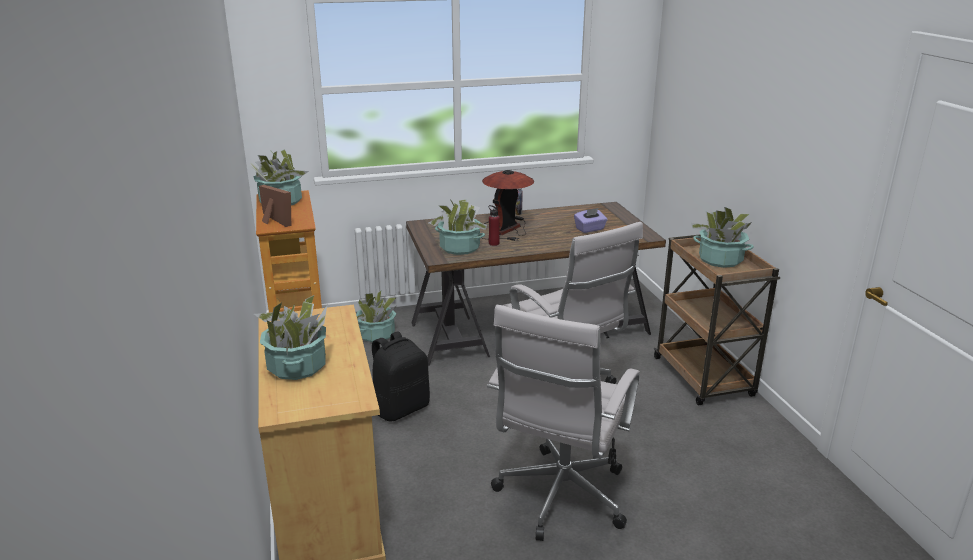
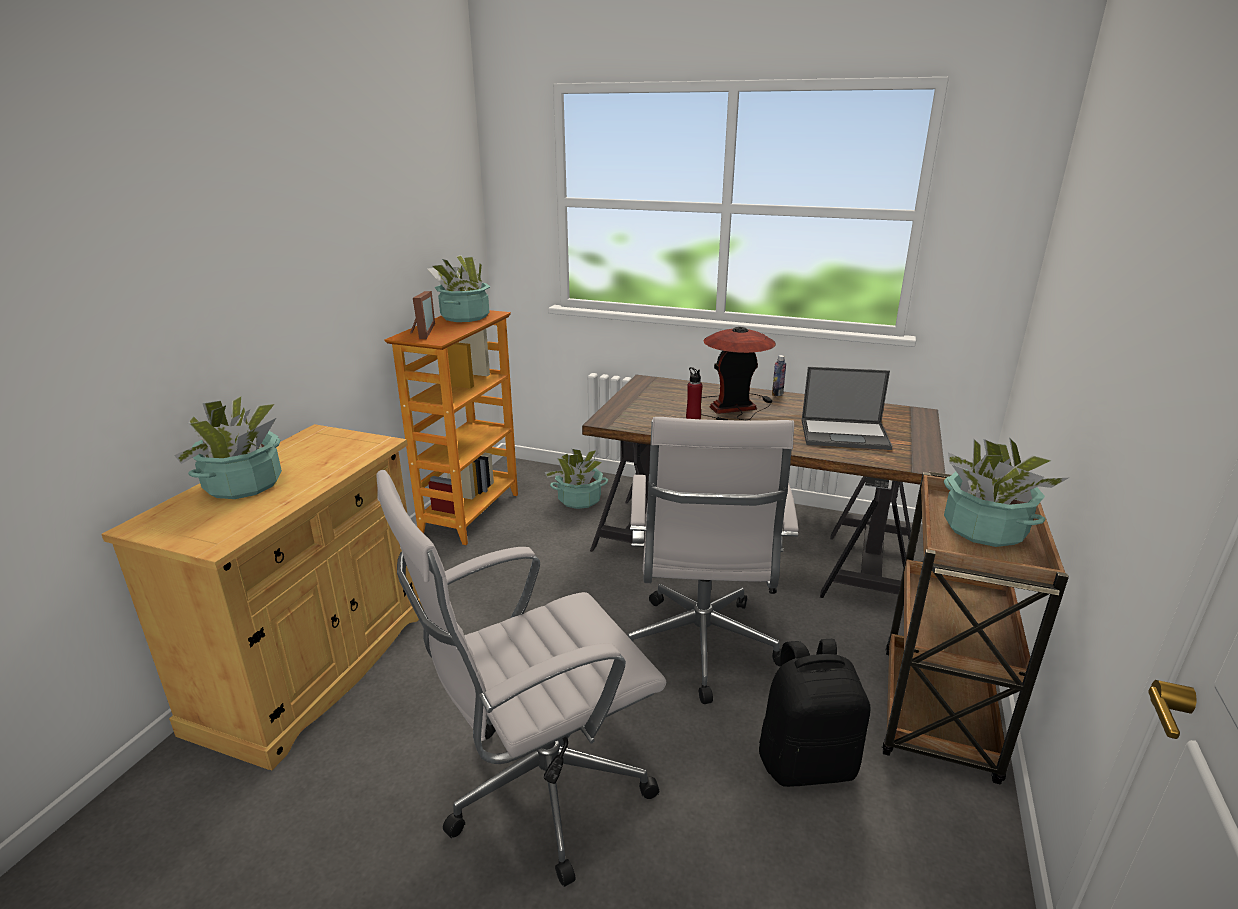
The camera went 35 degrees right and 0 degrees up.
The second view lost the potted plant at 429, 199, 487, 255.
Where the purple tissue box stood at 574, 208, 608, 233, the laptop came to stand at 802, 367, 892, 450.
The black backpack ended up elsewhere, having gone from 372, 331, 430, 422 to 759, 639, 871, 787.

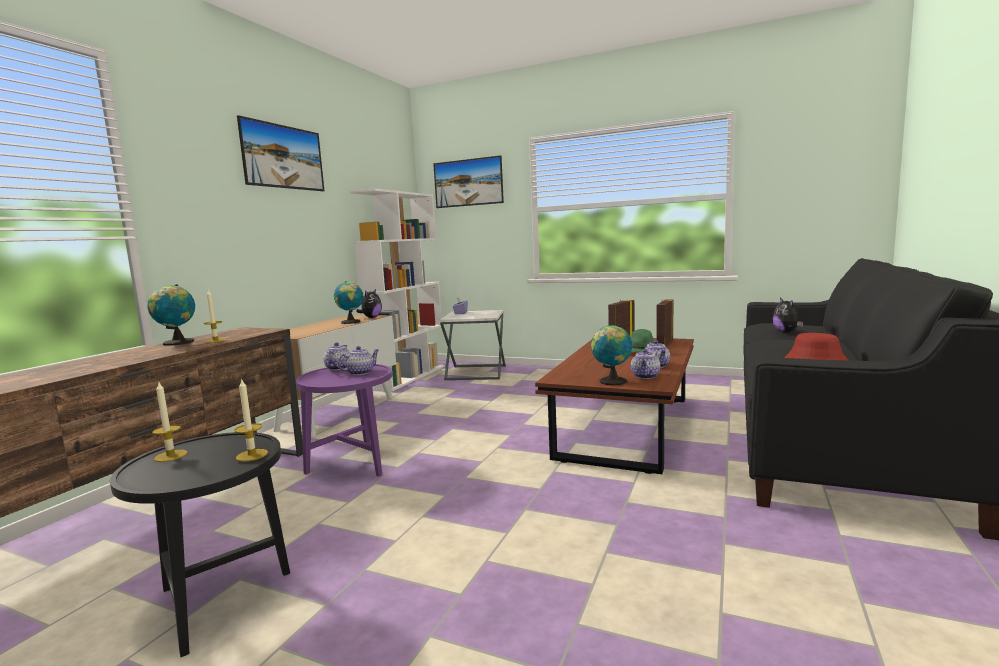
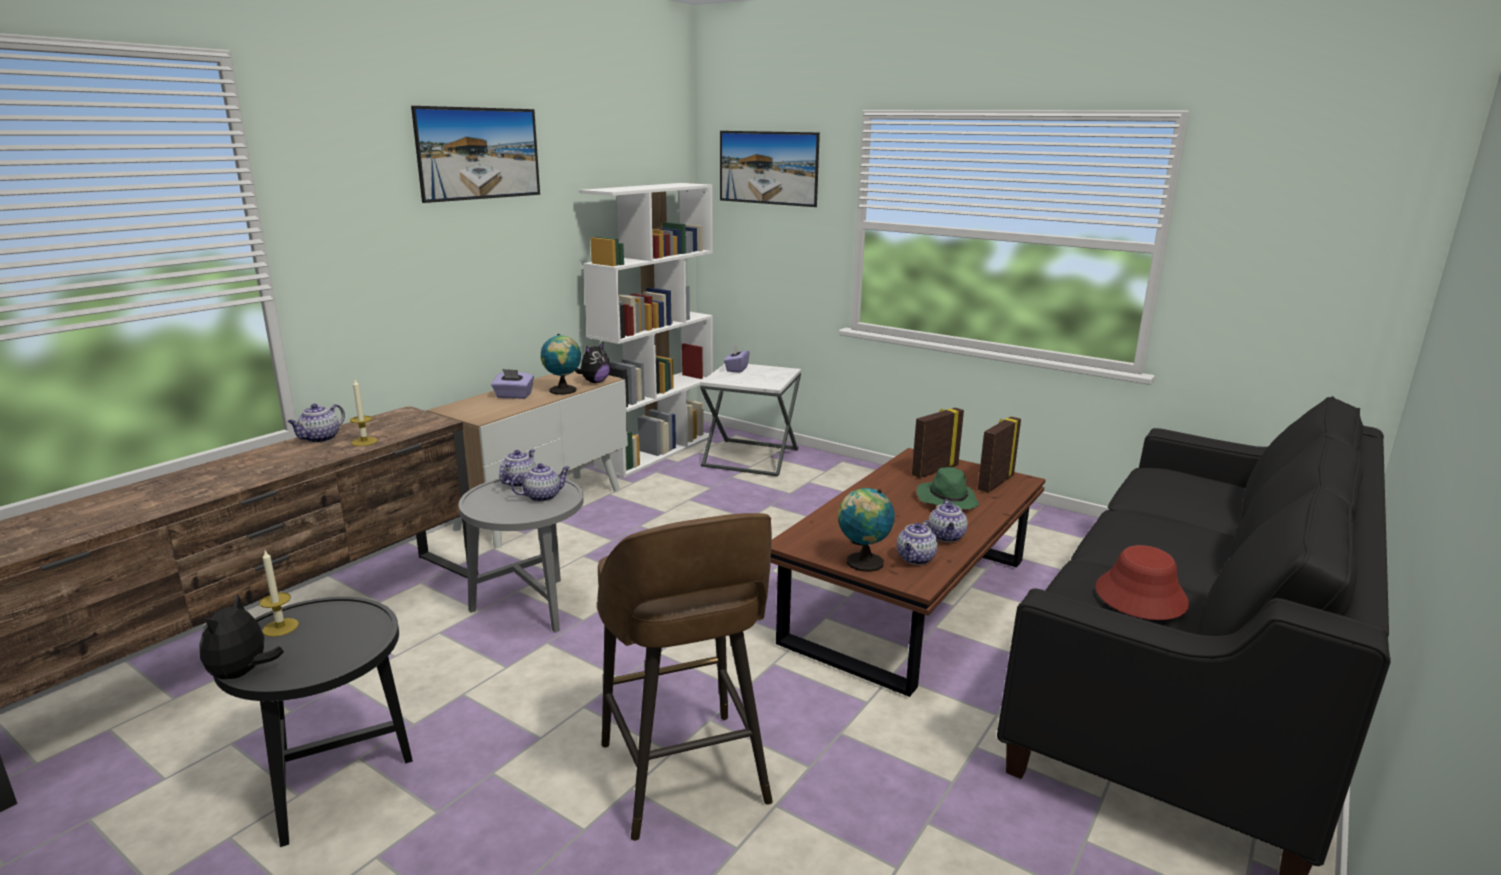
The camera went 10 degrees right and 10 degrees up.
Where the globe stood at 148, 284, 195, 346, the teapot came to stand at 287, 404, 345, 443.
The plush toy ended up elsewhere, having gone from 773, 298, 803, 333 to 199, 594, 284, 679.
What was the purple side table at 296, 364, 392, 477 turned into the grey side table at 459, 478, 584, 633.
The second view lost the candle at 234, 378, 268, 462.
The second view gained the purple tissue box at 491, 369, 534, 399.
The second view gained the brown stool at 597, 513, 773, 841.

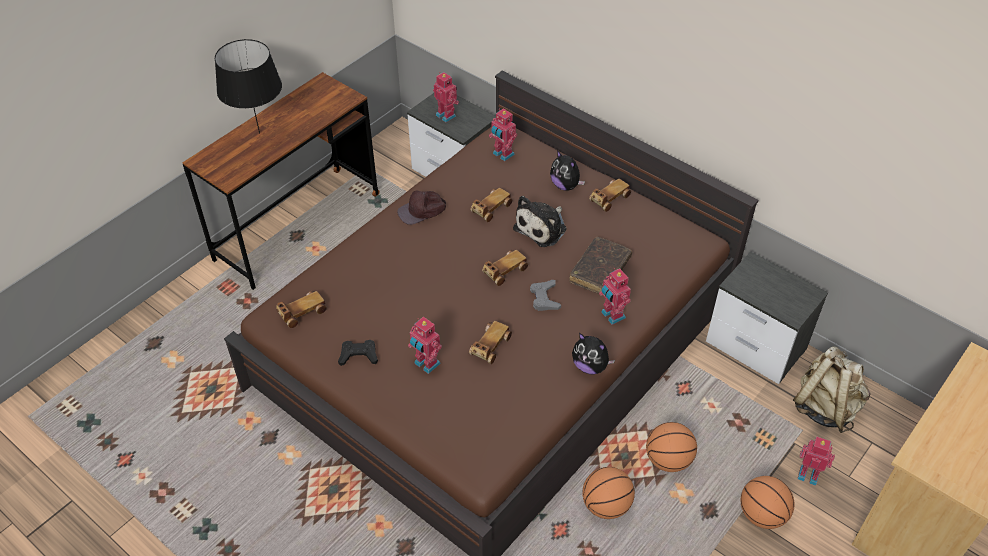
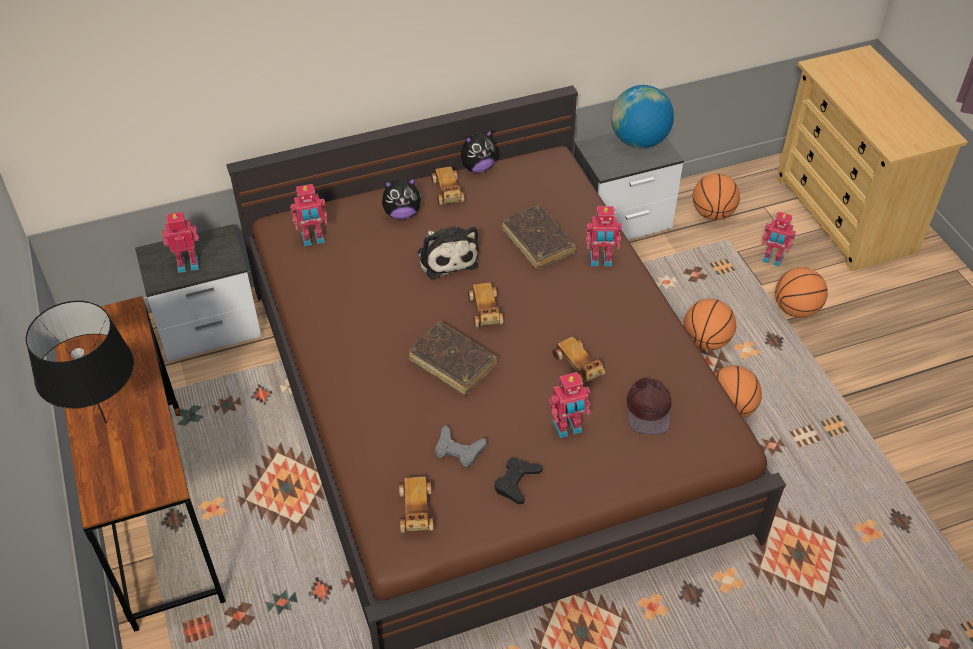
The camera went 60 degrees left and 0 degrees up.
The second view lost the toy car at 470, 188, 512, 222.
The brown cap ended up elsewhere, having gone from 397, 190, 446, 225 to 627, 378, 671, 435.
The grey game controller ended up elsewhere, having gone from 530, 280, 561, 311 to 435, 425, 486, 467.
The plush toy ended up elsewhere, having gone from 572, 333, 615, 374 to 461, 129, 497, 173.
Where the beige backpack stood at 793, 347, 871, 433, the basketball came to stand at 693, 173, 740, 220.
The toy robot at 797, 436, 835, 486 ended up facing another way, 120 degrees counterclockwise from before.
The second view gained the globe at 611, 85, 674, 148.
The second view gained the brown book at 409, 321, 497, 395.

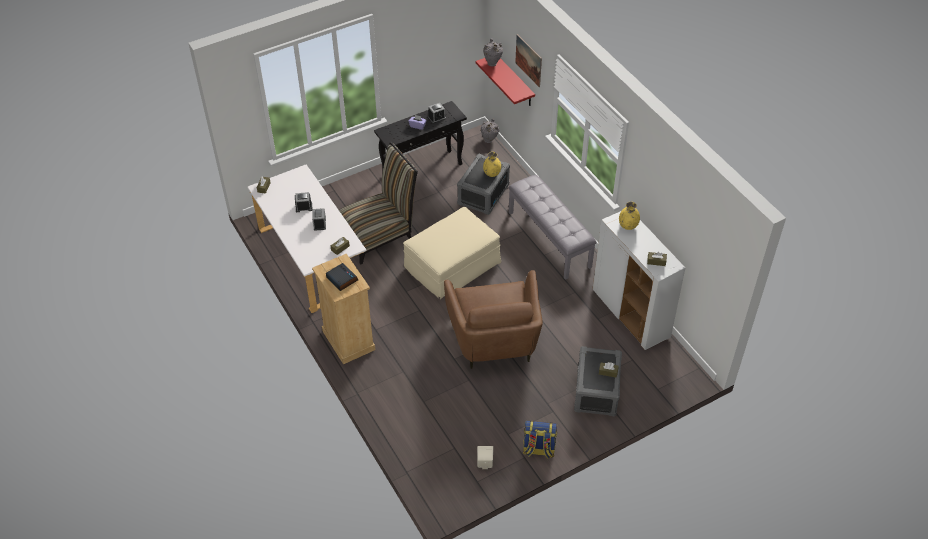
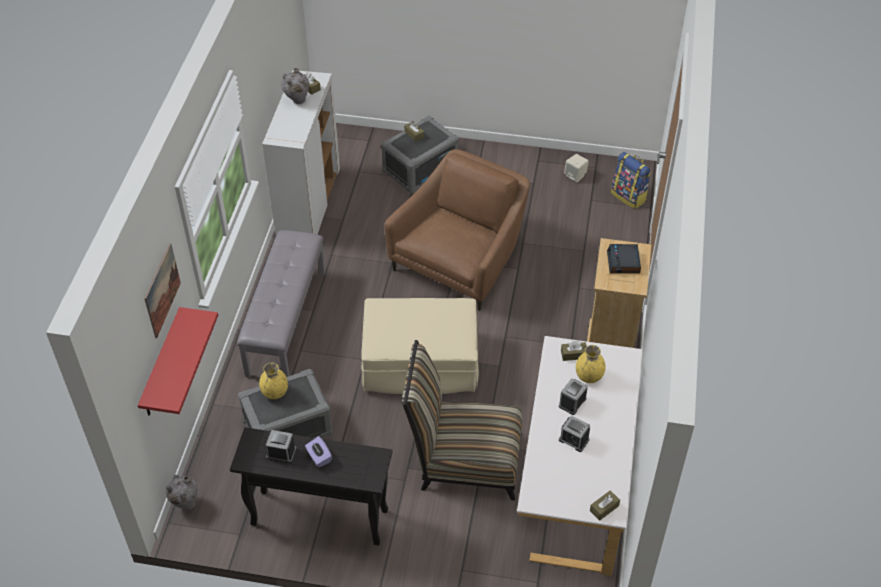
The camera went 140 degrees left and 0 degrees up.
The grey vase ended up elsewhere, having gone from 483, 38, 503, 66 to 281, 68, 309, 104.
The yellow vase ended up elsewhere, having gone from 619, 202, 640, 230 to 576, 345, 606, 383.
The backpack ended up elsewhere, having gone from 523, 421, 558, 459 to 611, 152, 651, 209.

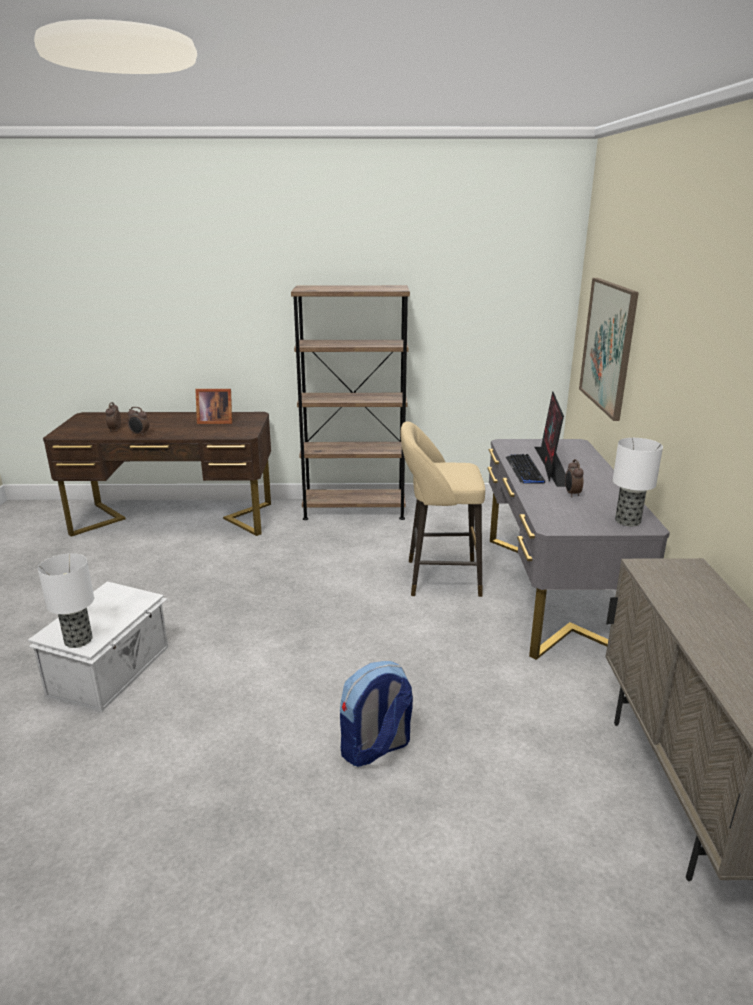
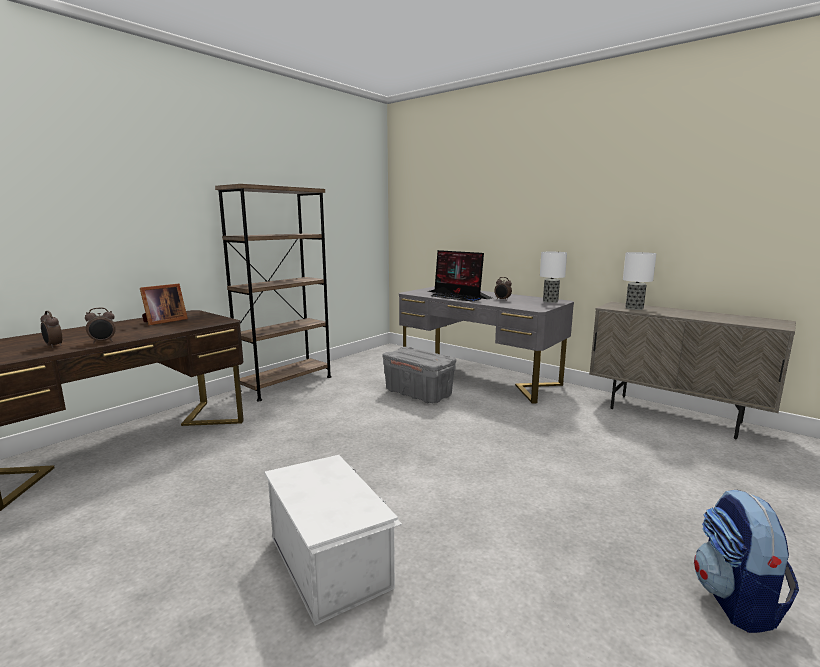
The camera went 50 degrees left and 10 degrees down.
The second view lost the picture at 579, 278, 639, 421.
Where the beige stool stood at 400, 421, 485, 597, the grey storage box came to stand at 383, 347, 456, 403.
The table lamp ended up elsewhere, having gone from 38, 553, 94, 648 to 623, 252, 656, 310.
The backpack ended up elsewhere, having gone from 340, 661, 413, 767 to 694, 490, 799, 633.

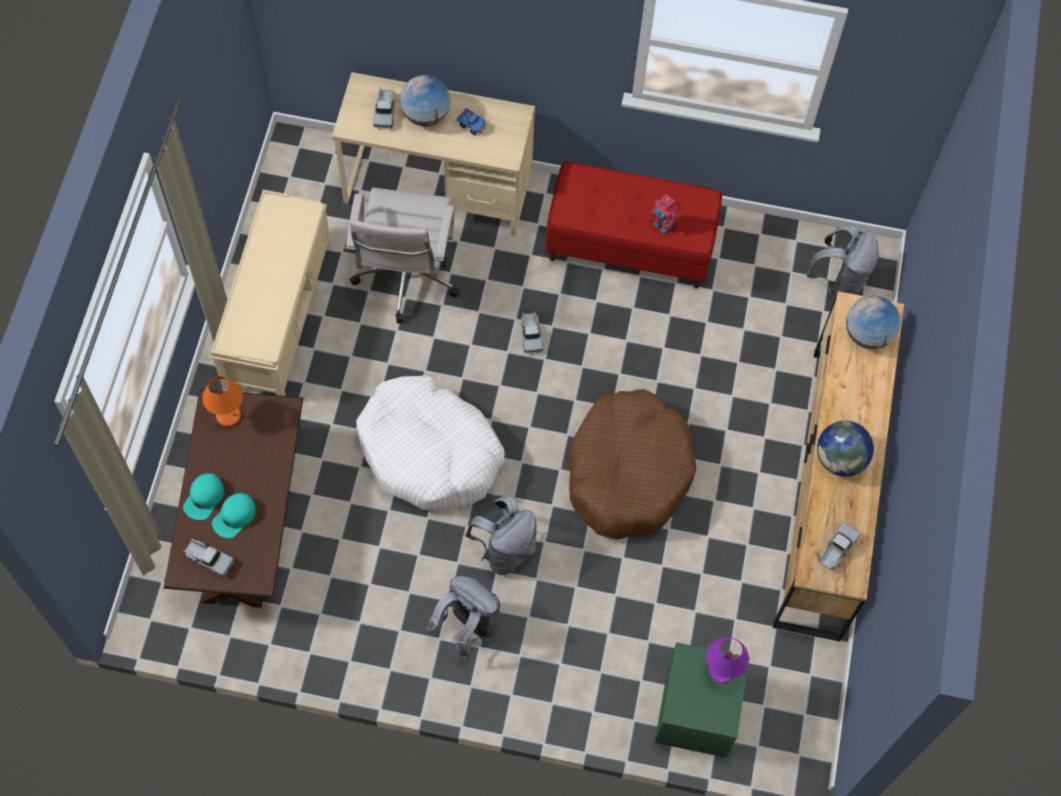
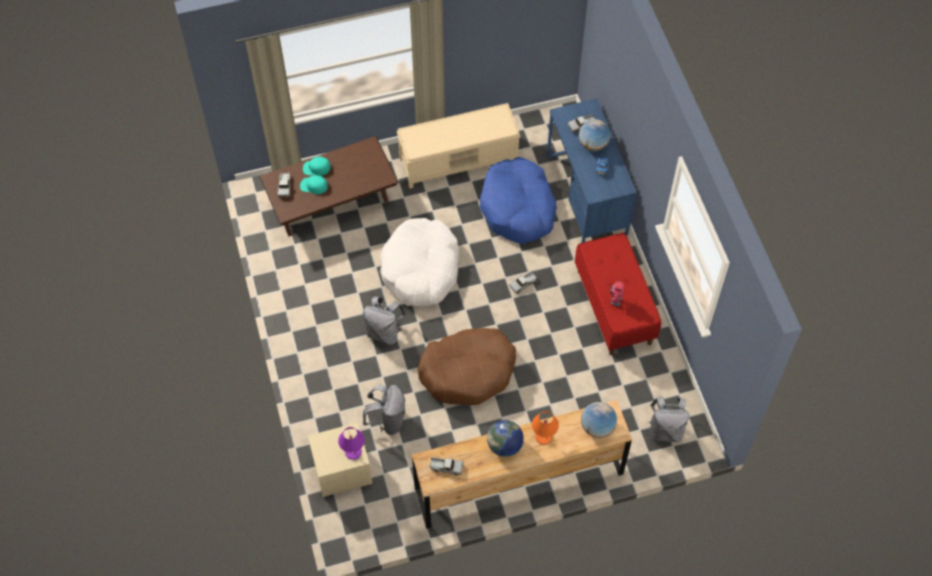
The camera went 65 degrees right and 5 degrees down.
What was the beige desk at 332, 72, 535, 236 turned into the blue desk at 547, 98, 637, 243.
Where the white office chair stood at 346, 188, 459, 323, the blue dog bed came to stand at 480, 157, 557, 244.
The orange table lamp ended up elsewhere, having gone from 202, 376, 243, 426 to 532, 411, 559, 445.
The grey backpack ended up elsewhere, having gone from 427, 576, 500, 660 to 362, 385, 406, 435.
What was the green nightstand at 655, 642, 750, 758 turned into the beige nightstand at 308, 423, 372, 497.

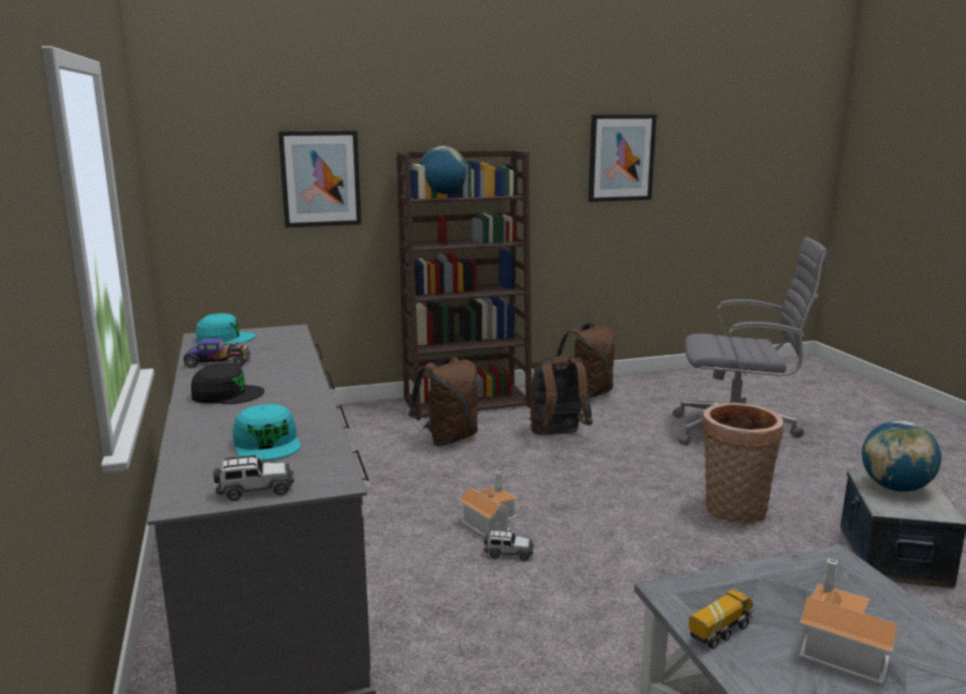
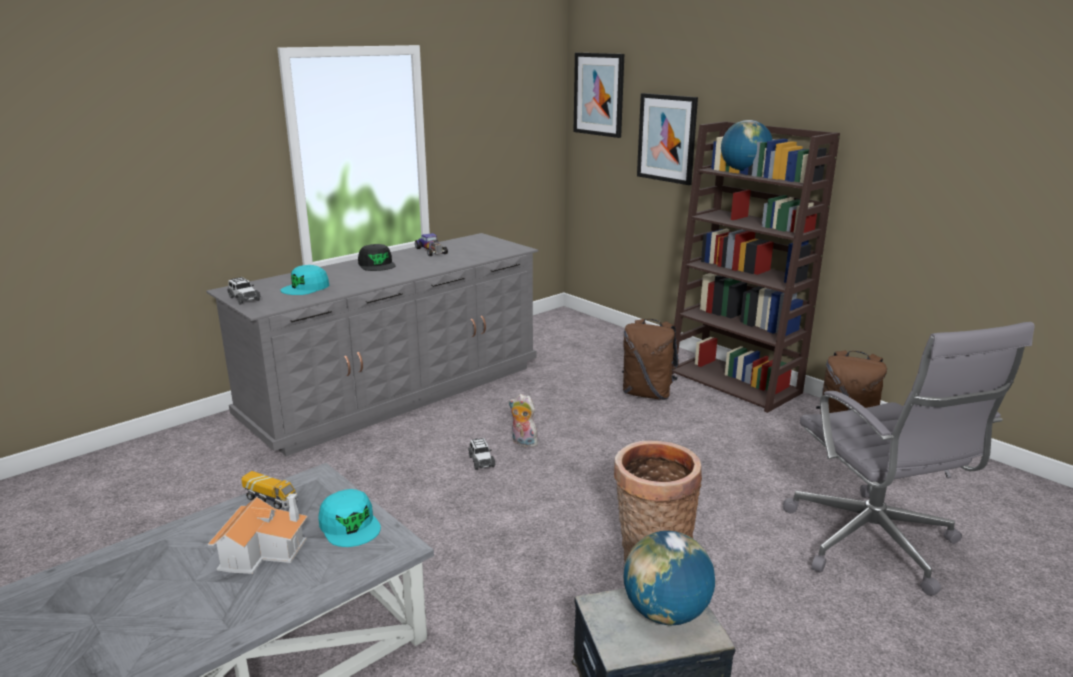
The camera went 65 degrees right and 5 degrees up.
The picture ended up elsewhere, having gone from 588, 114, 657, 202 to 574, 53, 624, 138.
The turquoise cap ended up elsewhere, having gone from 196, 313, 255, 345 to 318, 489, 381, 547.
The second view lost the brown backpack at 530, 356, 593, 435.
Where the toy house stood at 458, 471, 518, 537, the plush toy came to stand at 509, 394, 538, 448.

